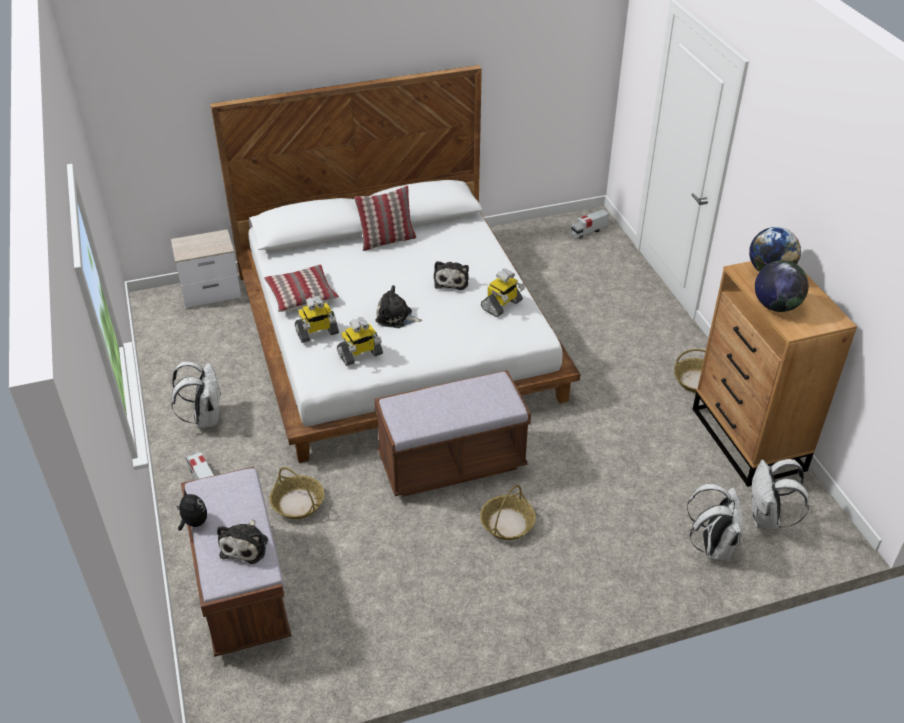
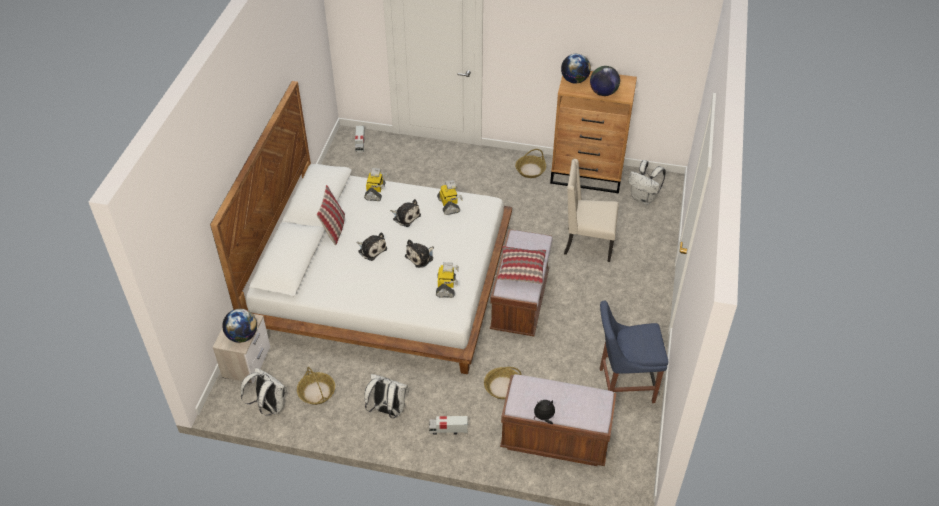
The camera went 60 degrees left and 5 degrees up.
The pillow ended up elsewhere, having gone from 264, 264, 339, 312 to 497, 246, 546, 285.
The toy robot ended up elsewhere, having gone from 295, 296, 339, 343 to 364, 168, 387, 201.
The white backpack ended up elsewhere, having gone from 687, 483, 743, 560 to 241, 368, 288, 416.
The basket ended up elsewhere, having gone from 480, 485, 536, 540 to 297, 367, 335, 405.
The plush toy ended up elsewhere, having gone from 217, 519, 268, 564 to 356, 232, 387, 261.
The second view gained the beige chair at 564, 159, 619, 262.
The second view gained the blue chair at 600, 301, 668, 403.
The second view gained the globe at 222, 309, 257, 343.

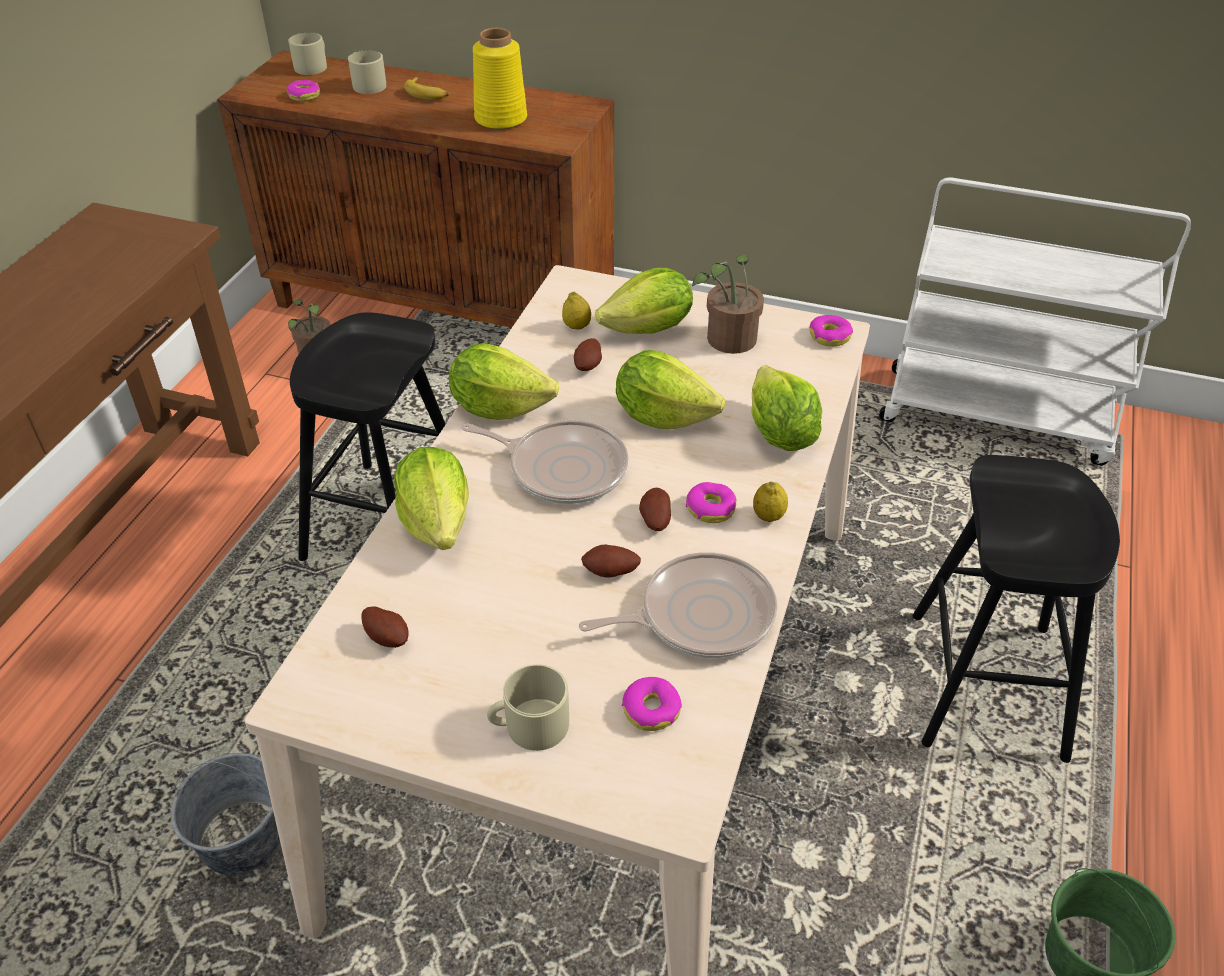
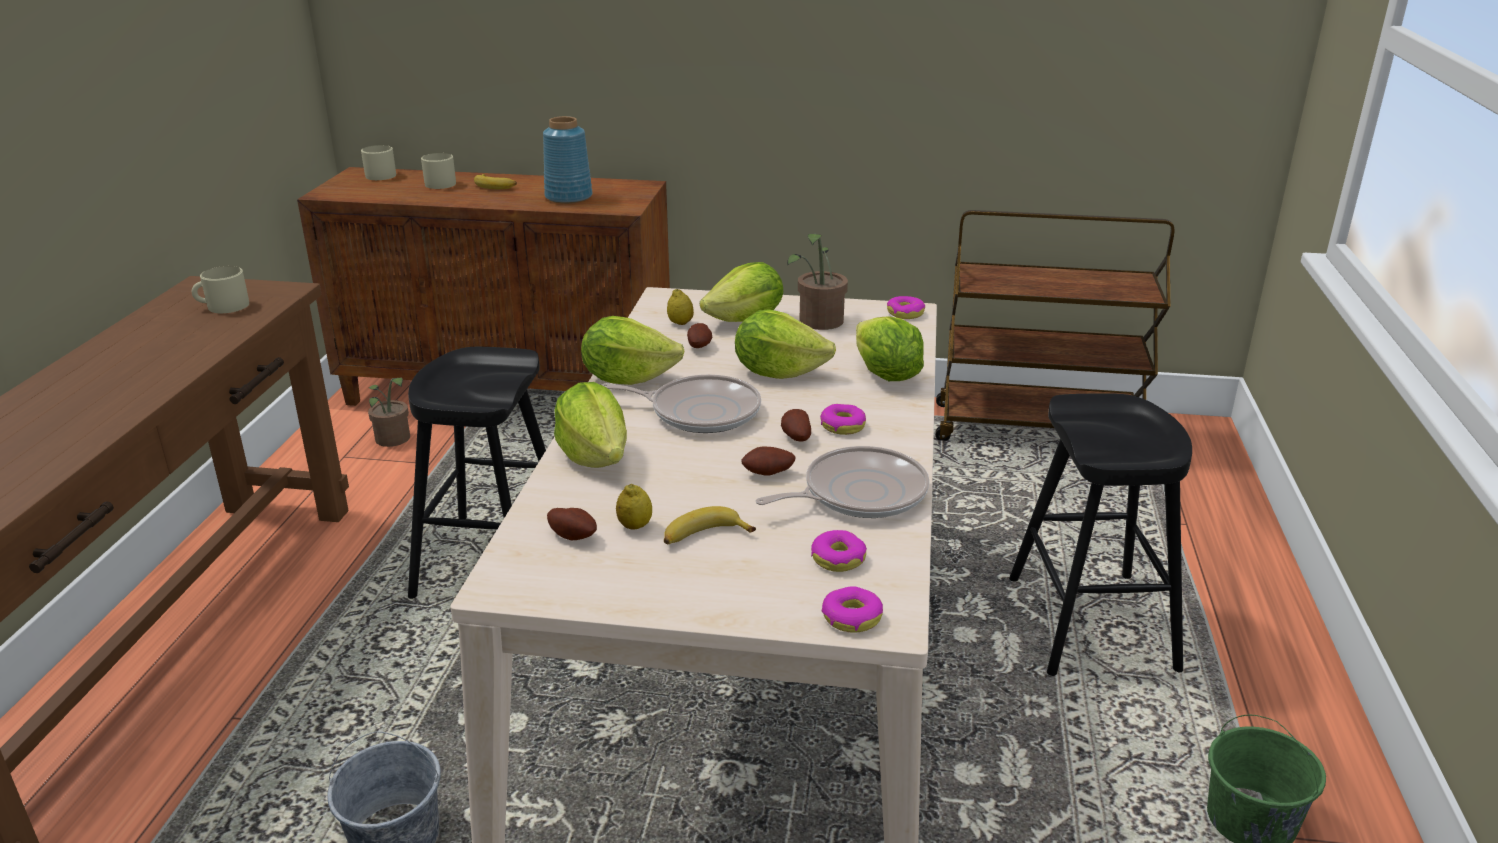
The camera went 10 degrees left and 15 degrees down.
What was the yellow vase at 473, 28, 527, 130 turned into the blue vase at 543, 116, 593, 204.
The donut ended up elsewhere, having gone from 287, 80, 320, 101 to 822, 586, 883, 633.
What was the white cart at 879, 178, 1191, 466 turned into the brown cart at 935, 210, 1174, 441.
The lemon ended up elsewhere, having gone from 753, 482, 788, 522 to 616, 484, 652, 530.
The beige mug ended up elsewhere, having gone from 487, 664, 569, 751 to 192, 266, 249, 313.
The second view gained the banana at 664, 506, 756, 544.

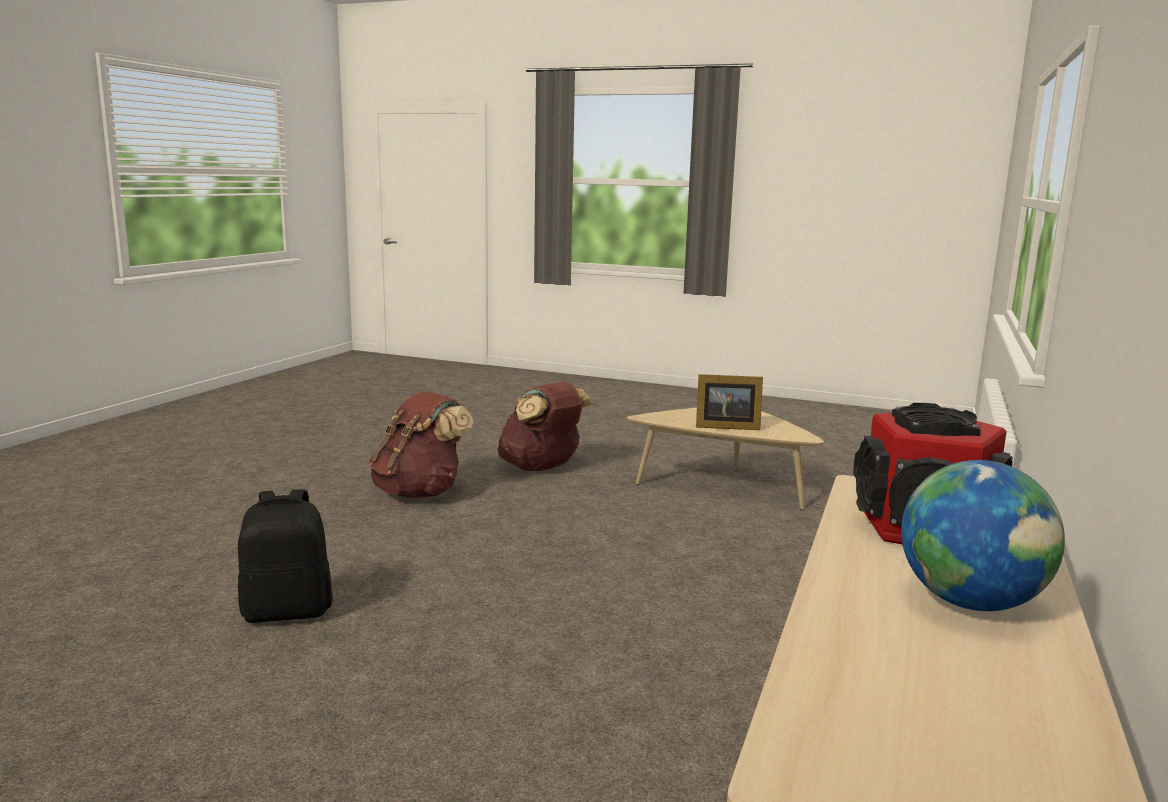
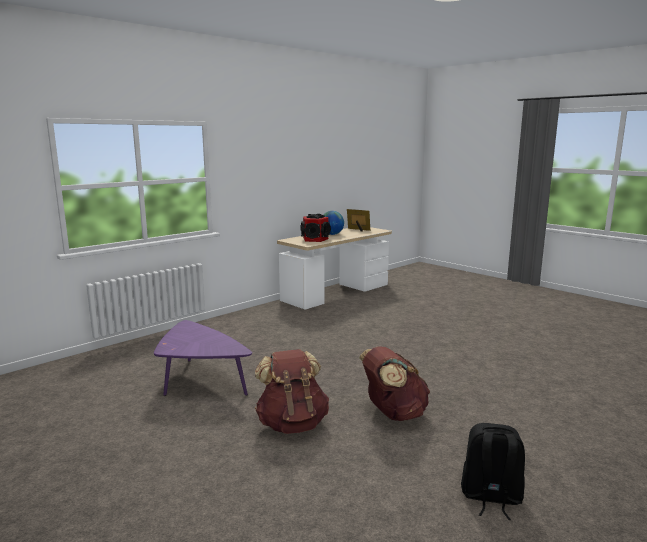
The camera went 155 degrees left and 0 degrees up.
The picture frame ended up elsewhere, having gone from 696, 374, 763, 430 to 347, 209, 370, 232.
What was the beige coffee table at 627, 408, 824, 510 turned into the purple coffee table at 154, 320, 252, 396.
The black backpack ended up elsewhere, having gone from 238, 489, 333, 623 to 461, 423, 525, 520.

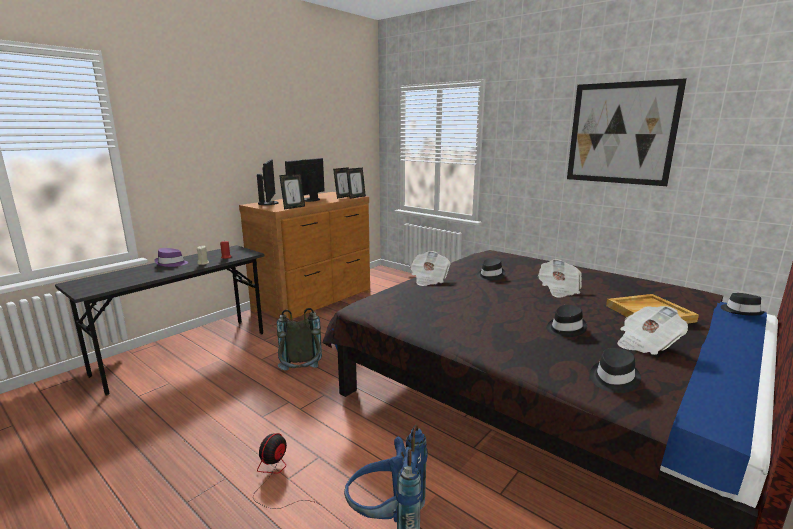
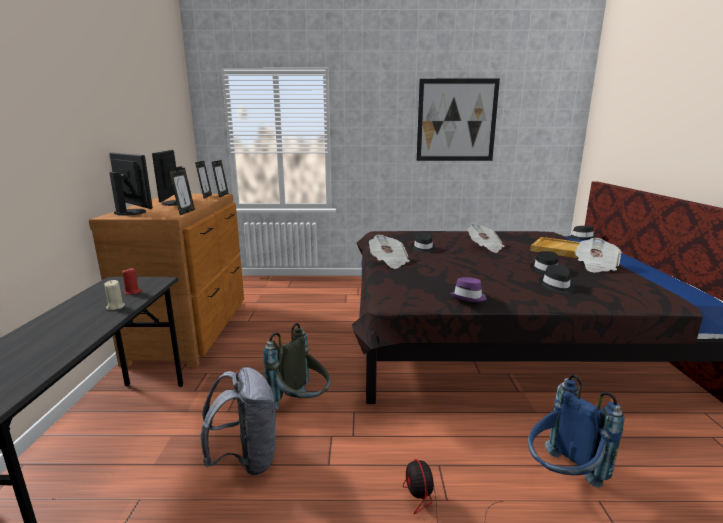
The camera went 40 degrees left and 0 degrees up.
The purple hat ended up elsewhere, having gone from 154, 248, 188, 267 to 450, 277, 487, 302.
The black hat ended up elsewhere, having gone from 590, 348, 641, 393 to 539, 265, 575, 294.
The second view gained the grey backpack at 201, 367, 277, 476.

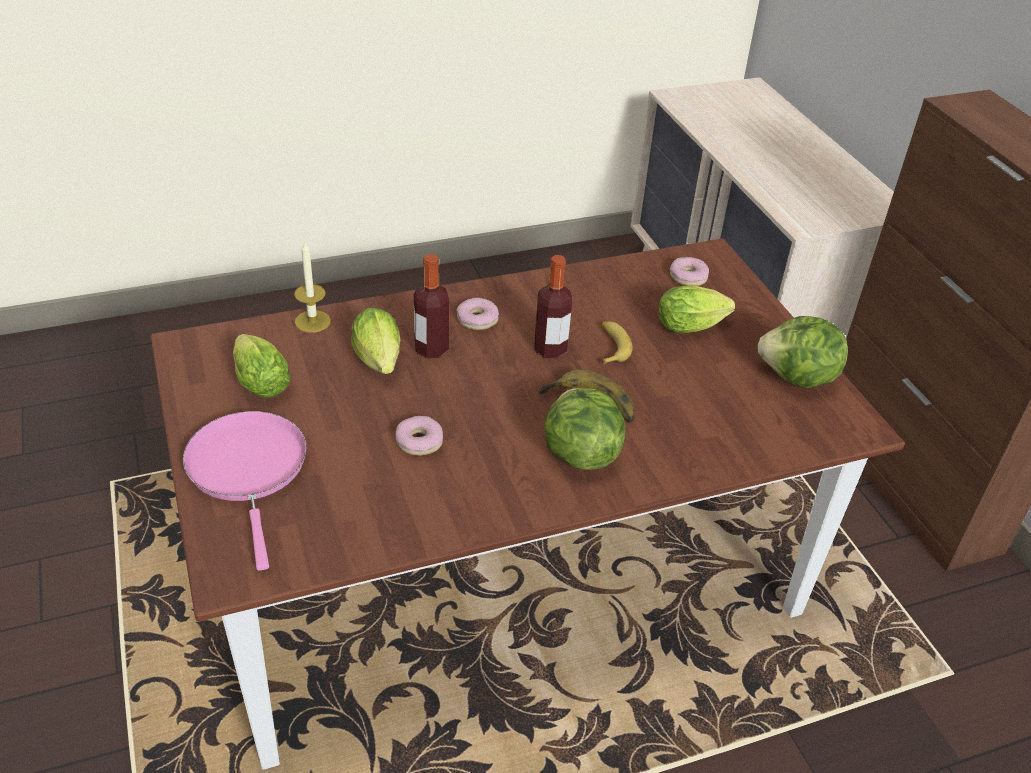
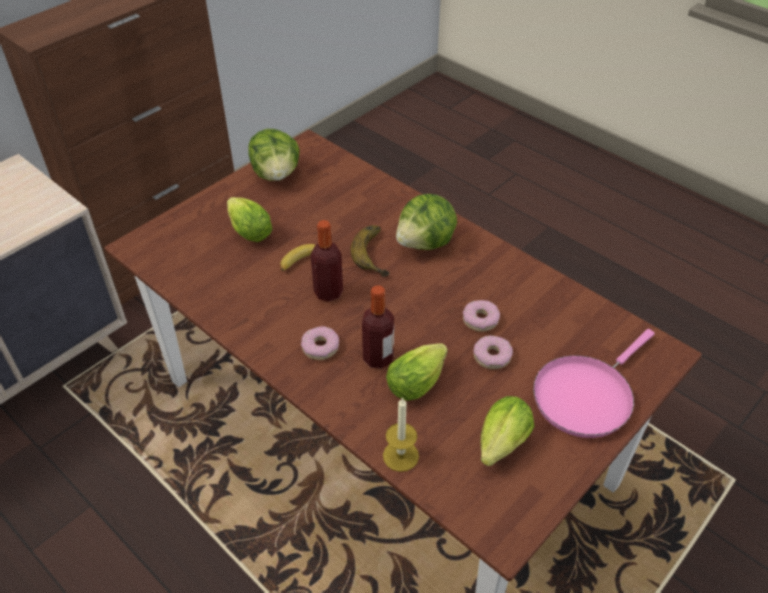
The camera went 115 degrees left and 5 degrees up.
The donut ended up elsewhere, having gone from 670, 257, 709, 286 to 473, 335, 513, 369.

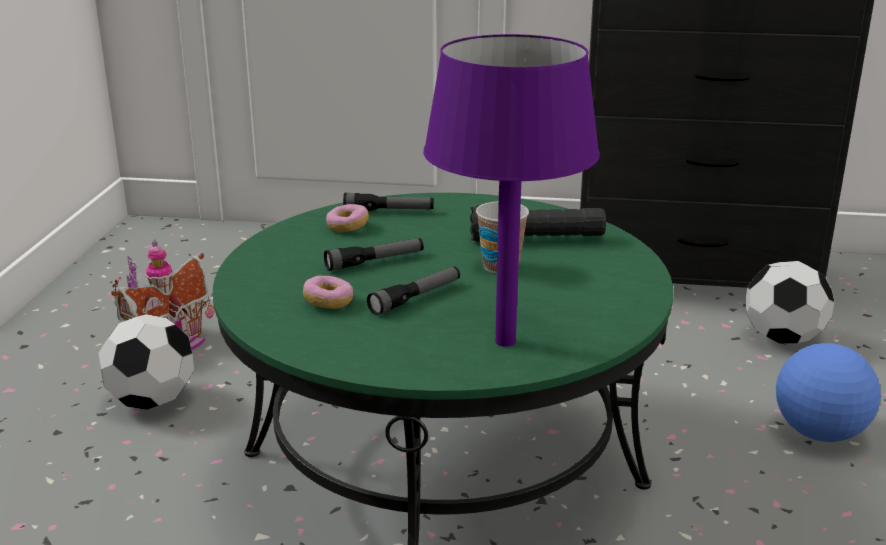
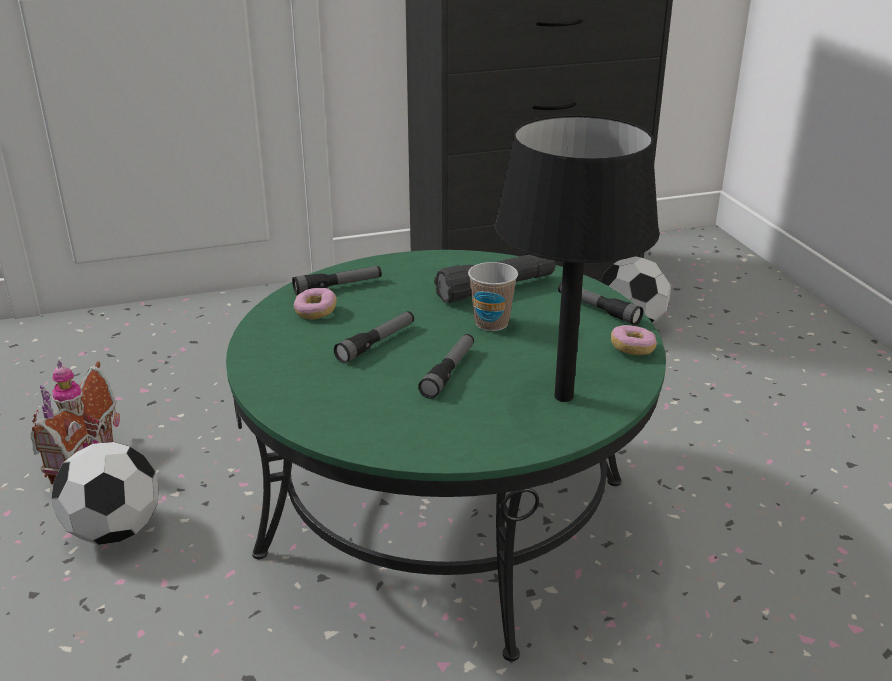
The camera went 25 degrees left and 5 degrees up.
What was the purple table lamp at 423, 34, 600, 347 turned into the black table lamp at 494, 115, 660, 402.
The donut ended up elsewhere, having gone from 303, 276, 353, 309 to 611, 325, 657, 355.
The second view lost the football at 776, 343, 881, 442.
The second view gained the flashlight at 558, 282, 643, 325.

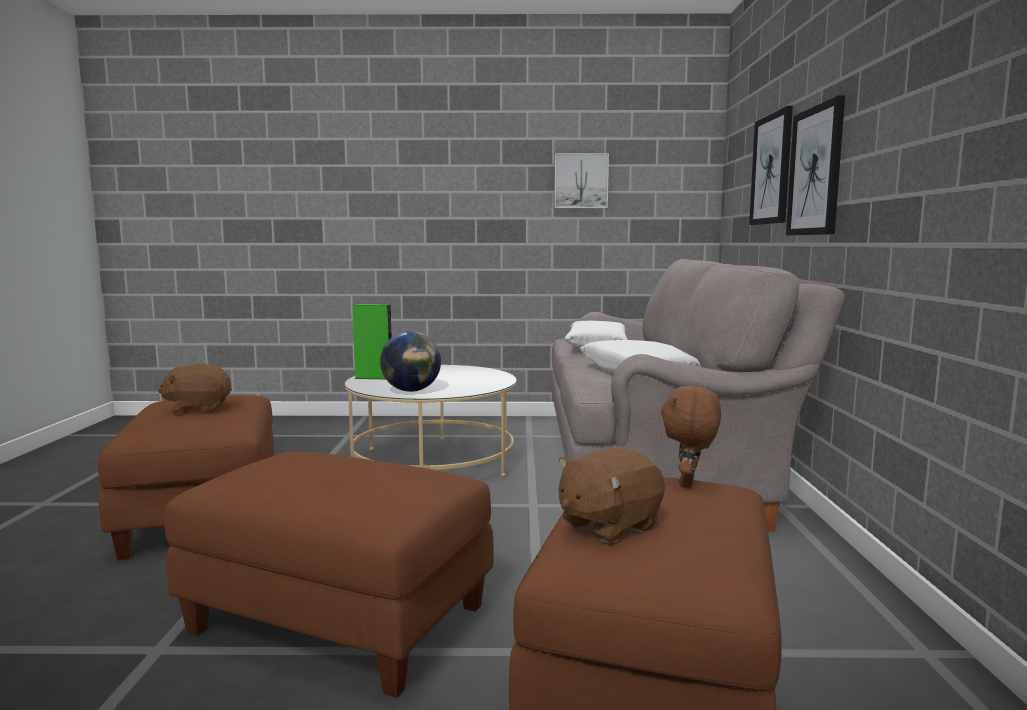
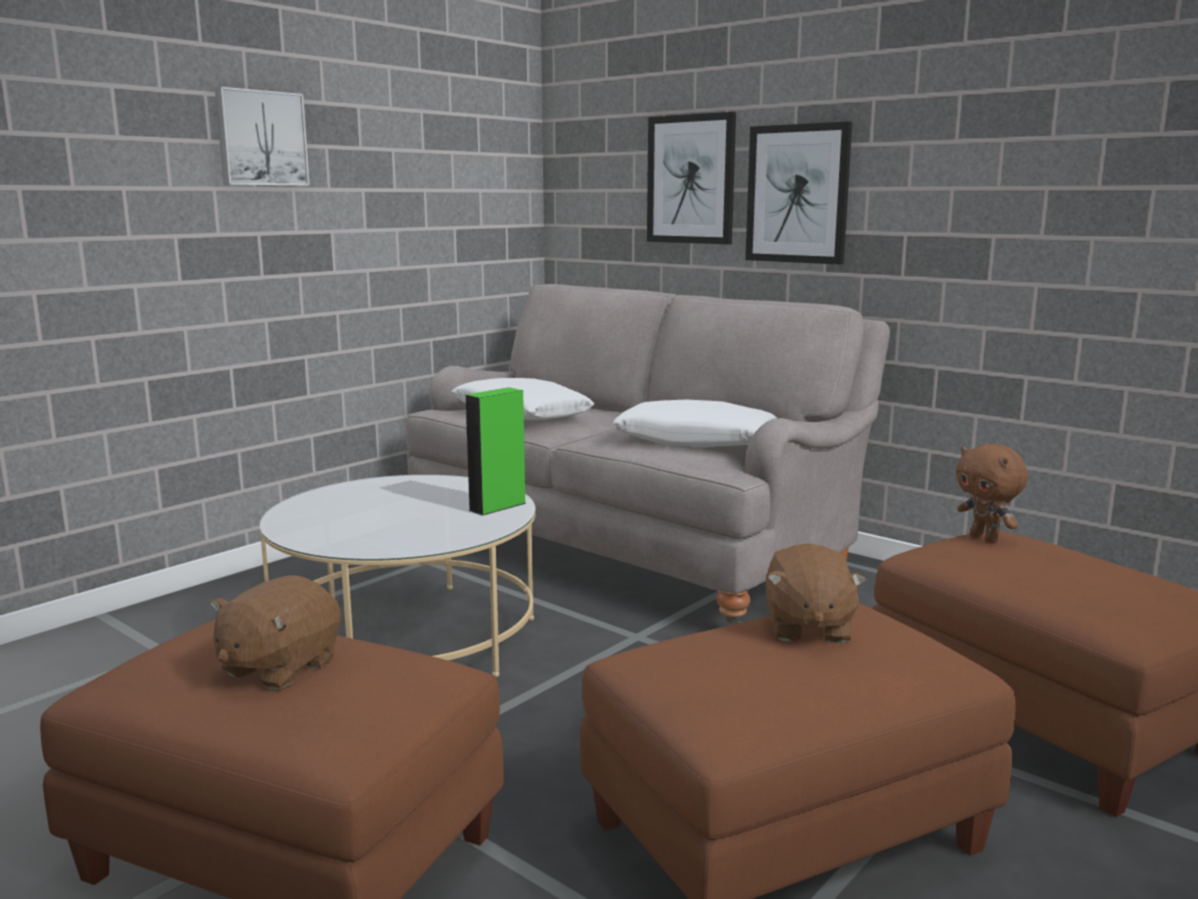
The camera went 50 degrees left and 5 degrees up.
The picture ended up elsewhere, having gone from 554, 153, 609, 208 to 215, 87, 310, 186.
The green speaker ended up elsewhere, having gone from 352, 304, 392, 379 to 466, 387, 526, 516.
The second view lost the globe at 380, 331, 441, 392.
The brown plush toy ended up elsewhere, having gone from 559, 447, 665, 543 to 766, 543, 866, 643.

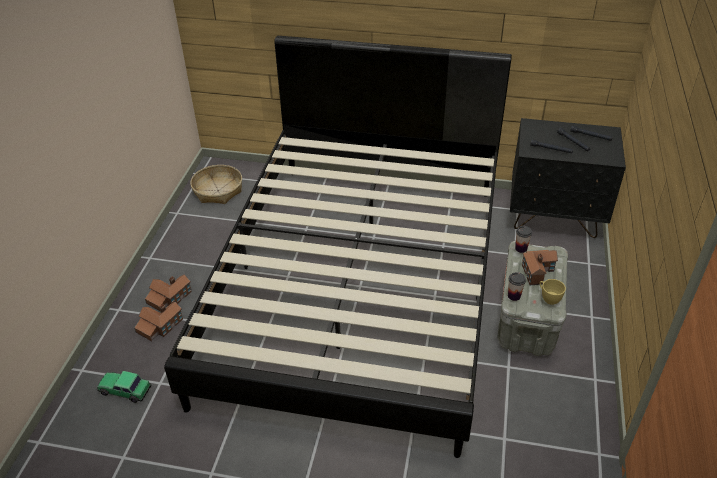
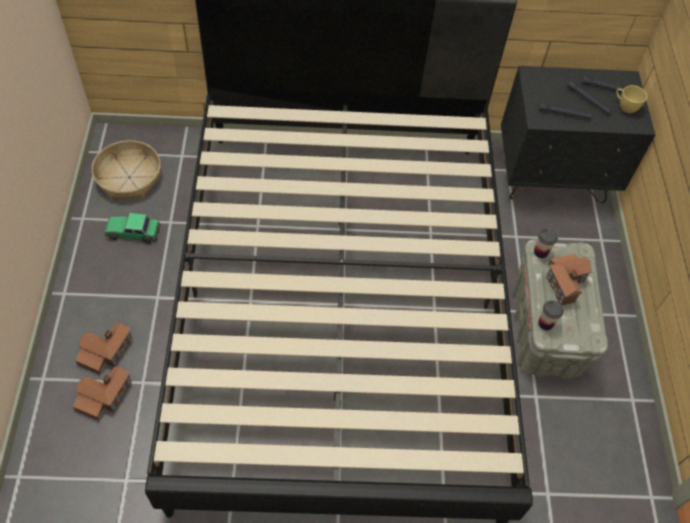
The camera went 15 degrees left and 15 degrees up.
The yellow cup ended up elsewhere, having gone from 539, 279, 566, 305 to 616, 85, 647, 113.
The toy car ended up elsewhere, having gone from 97, 371, 151, 403 to 105, 213, 161, 243.

